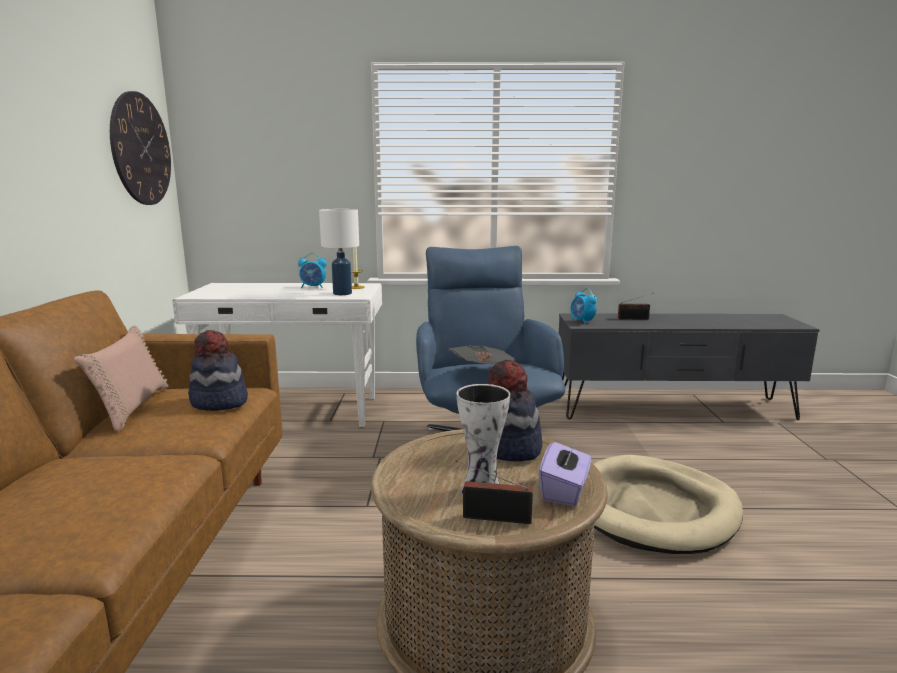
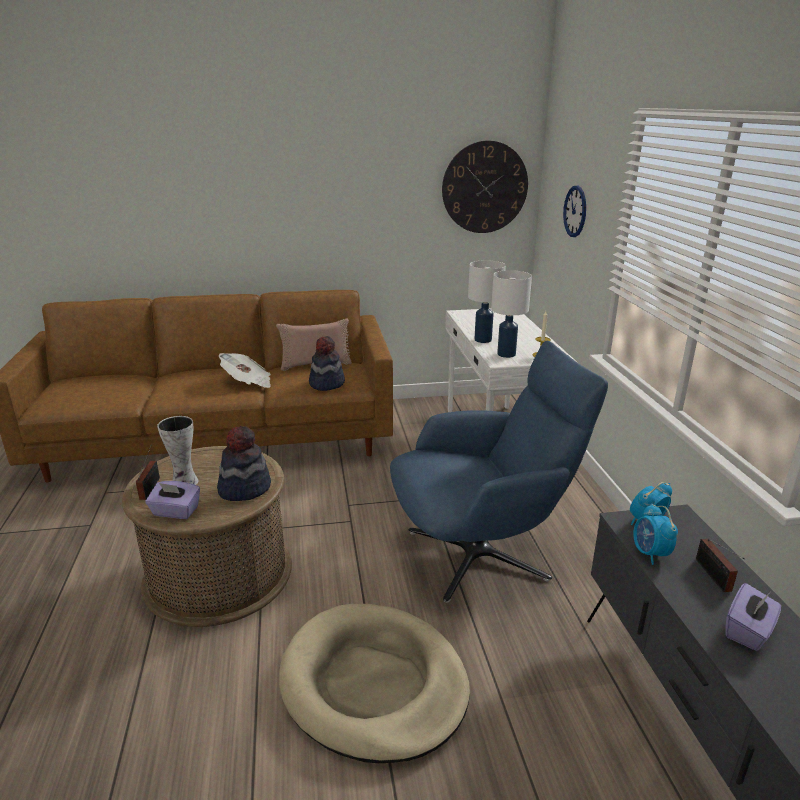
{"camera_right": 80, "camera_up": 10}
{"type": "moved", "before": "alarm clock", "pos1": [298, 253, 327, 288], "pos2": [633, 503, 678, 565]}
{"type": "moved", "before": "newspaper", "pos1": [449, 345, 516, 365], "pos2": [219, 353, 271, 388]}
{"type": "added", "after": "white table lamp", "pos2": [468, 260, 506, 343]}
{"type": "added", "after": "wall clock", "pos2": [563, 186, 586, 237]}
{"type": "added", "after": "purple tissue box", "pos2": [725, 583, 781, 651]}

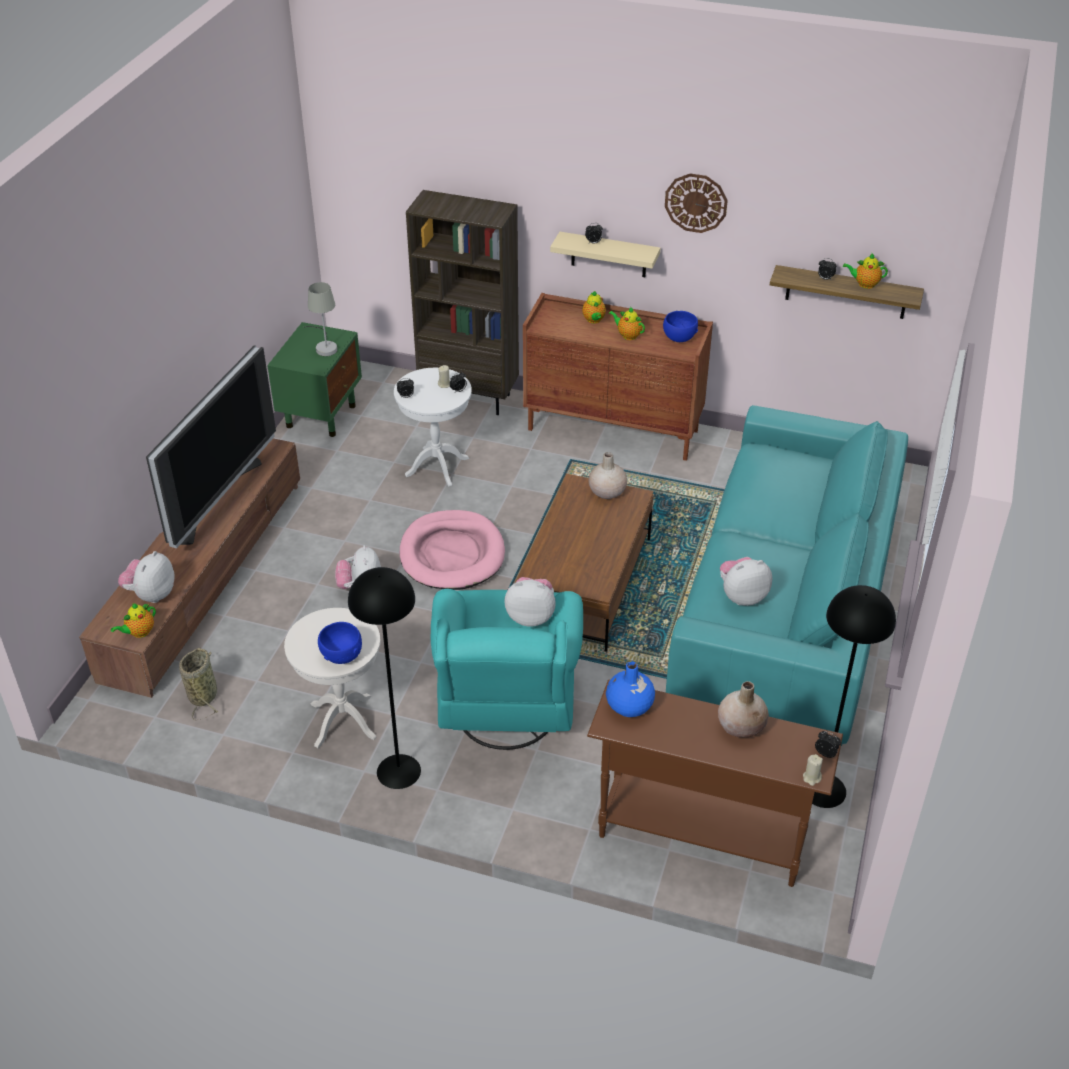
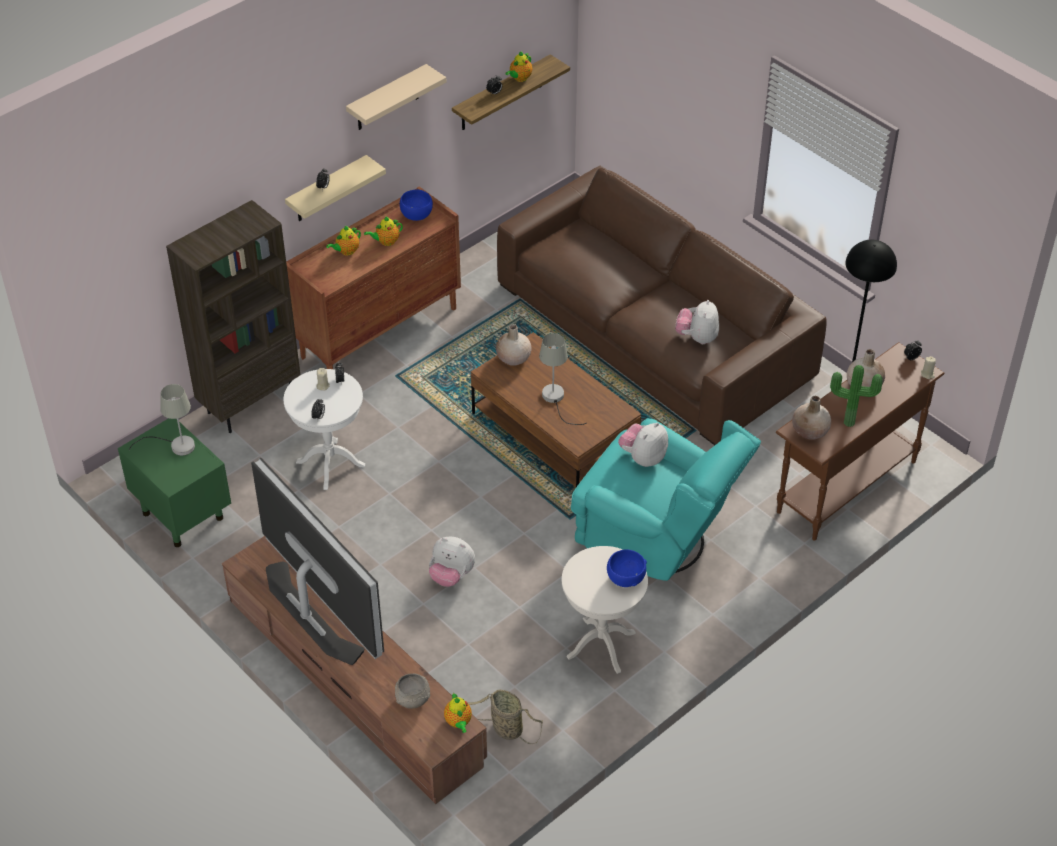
{"camera_right": -60, "camera_up": 5}
{"type": "replaced", "before": "plush toy", "after": "grey bowl", "pos1": [118, 551, 175, 603], "pos2": [395, 673, 430, 709]}
{"type": "removed", "before": "black floor lamp", "pos1": [348, 567, 421, 789]}
{"type": "removed", "before": "pink dog bed", "pos1": [400, 510, 505, 590]}
{"type": "turned", "before": "teapot", "pos1": [582, 291, 606, 324], "pos2": [326, 226, 361, 255], "turn": 120}
{"type": "recoloured", "before": "blue vase", "after": "beige vase", "pos1": [606, 661, 655, 717], "pos2": [792, 395, 831, 440]}
{"type": "replaced", "before": "wall clock", "after": "beige shelf", "pos1": [665, 173, 728, 233], "pos2": [346, 64, 446, 130]}
{"type": "recoloured", "before": "turquoise sofa", "after": "brown sofa", "pos1": [666, 405, 908, 746], "pos2": [497, 166, 827, 445]}
{"type": "added", "after": "grey table lamp", "pos2": [539, 333, 587, 425]}
{"type": "added", "after": "potted plant", "pos2": [830, 365, 883, 427]}

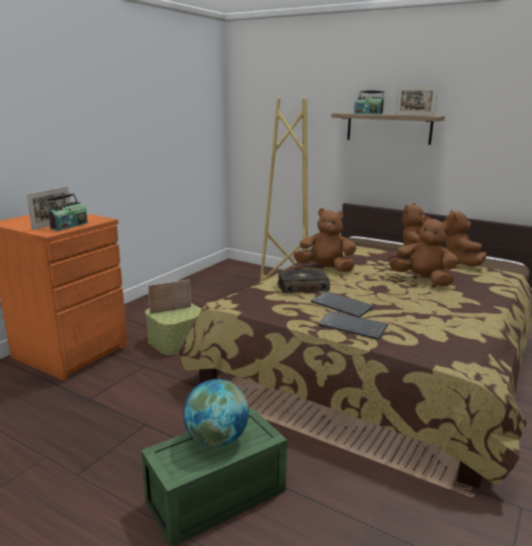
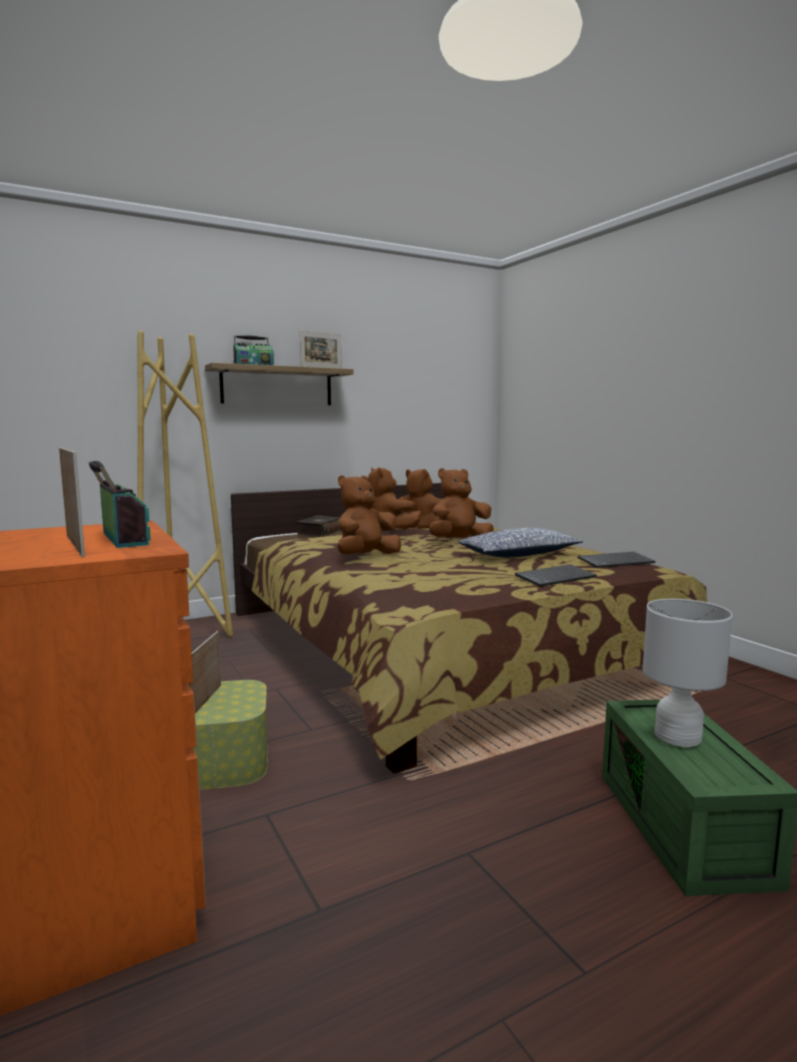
{"camera_right": -60, "camera_up": -10}
{"type": "replaced", "before": "globe", "after": "grey table lamp", "pos1": [183, 379, 249, 447], "pos2": [643, 599, 732, 747]}
{"type": "moved", "before": "book", "pos1": [277, 268, 330, 293], "pos2": [296, 515, 341, 537]}
{"type": "moved", "before": "keyboard", "pos1": [311, 291, 374, 317], "pos2": [578, 552, 655, 568]}
{"type": "added", "after": "pillow", "pos2": [458, 527, 583, 557]}

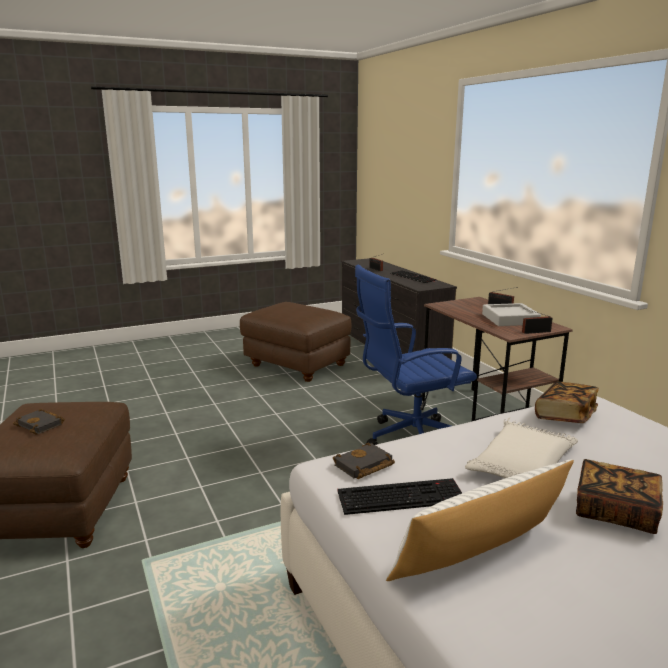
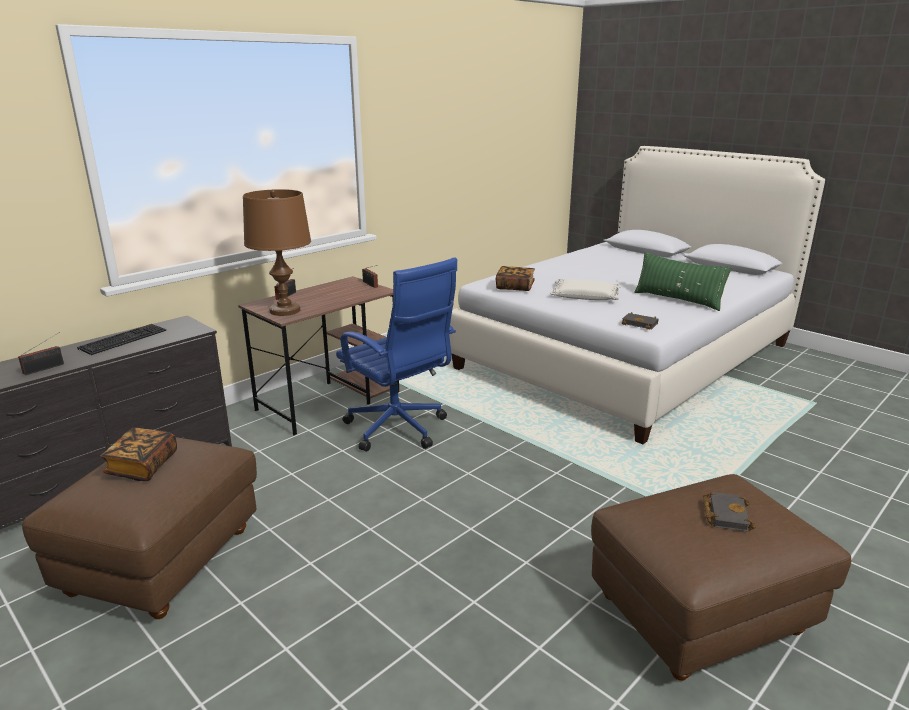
{"camera_right": -110, "camera_up": 5}
{"type": "removed", "before": "keyboard", "pos1": [338, 478, 462, 515]}
{"type": "recoloured", "before": "white pillow", "after": "green pillow", "pos1": [386, 459, 574, 581], "pos2": [634, 252, 732, 311]}
{"type": "removed", "before": "grey tray", "pos1": [482, 303, 541, 326]}
{"type": "moved", "before": "book", "pos1": [576, 459, 663, 534], "pos2": [100, 428, 177, 481]}
{"type": "added", "after": "brown table lamp", "pos2": [243, 189, 311, 316]}

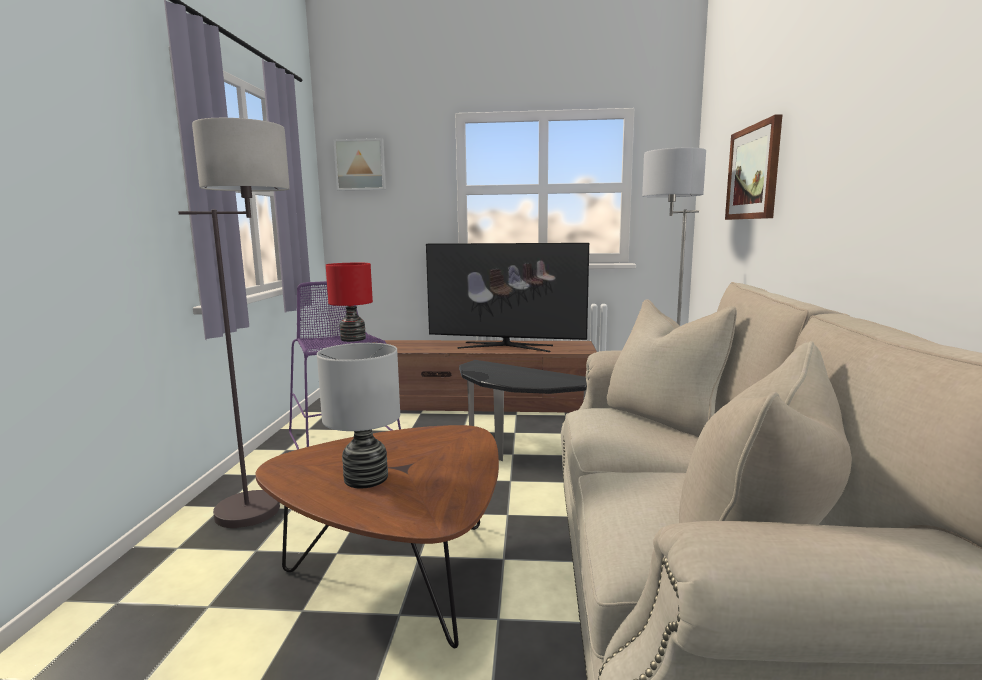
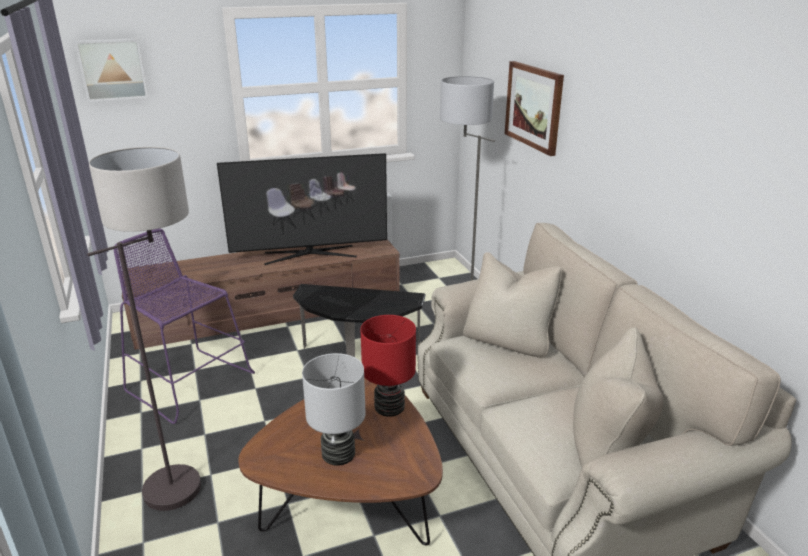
{"camera_right": -25, "camera_up": 15}
{"type": "moved", "before": "red table lamp", "pos1": [326, 263, 373, 342], "pos2": [361, 315, 416, 417]}

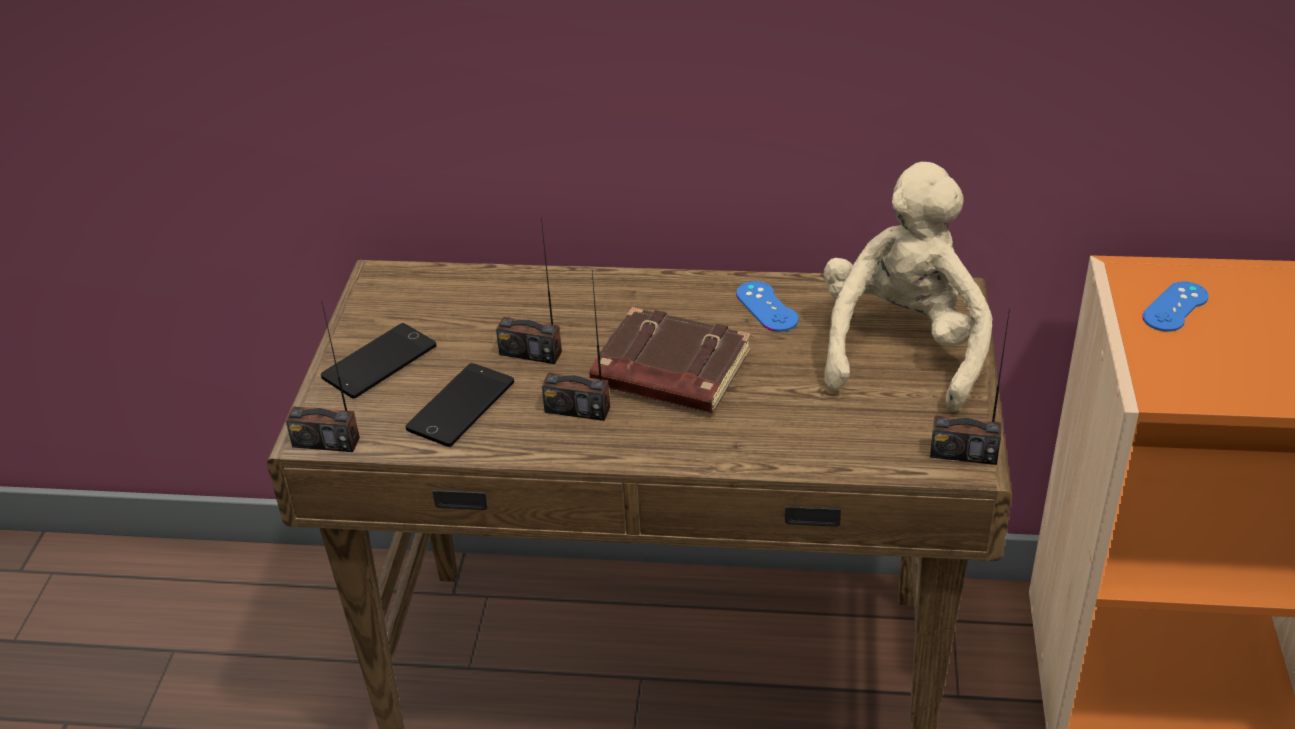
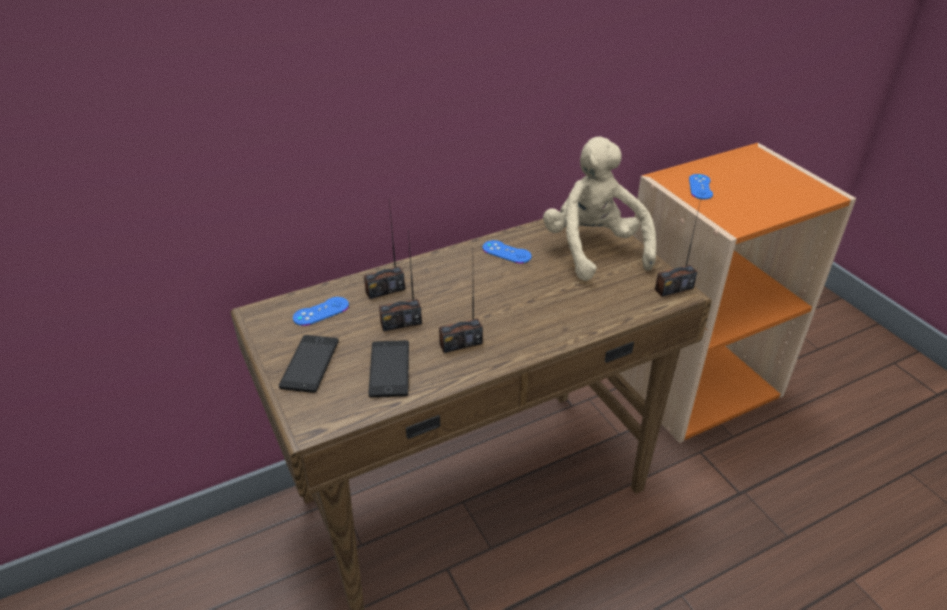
{"camera_right": -35, "camera_up": 0}
{"type": "moved", "before": "radio", "pos1": [286, 303, 360, 452], "pos2": [364, 199, 405, 299]}
{"type": "removed", "before": "brown book", "pos1": [589, 307, 751, 413]}
{"type": "added", "after": "blue game controller", "pos2": [293, 297, 349, 326]}

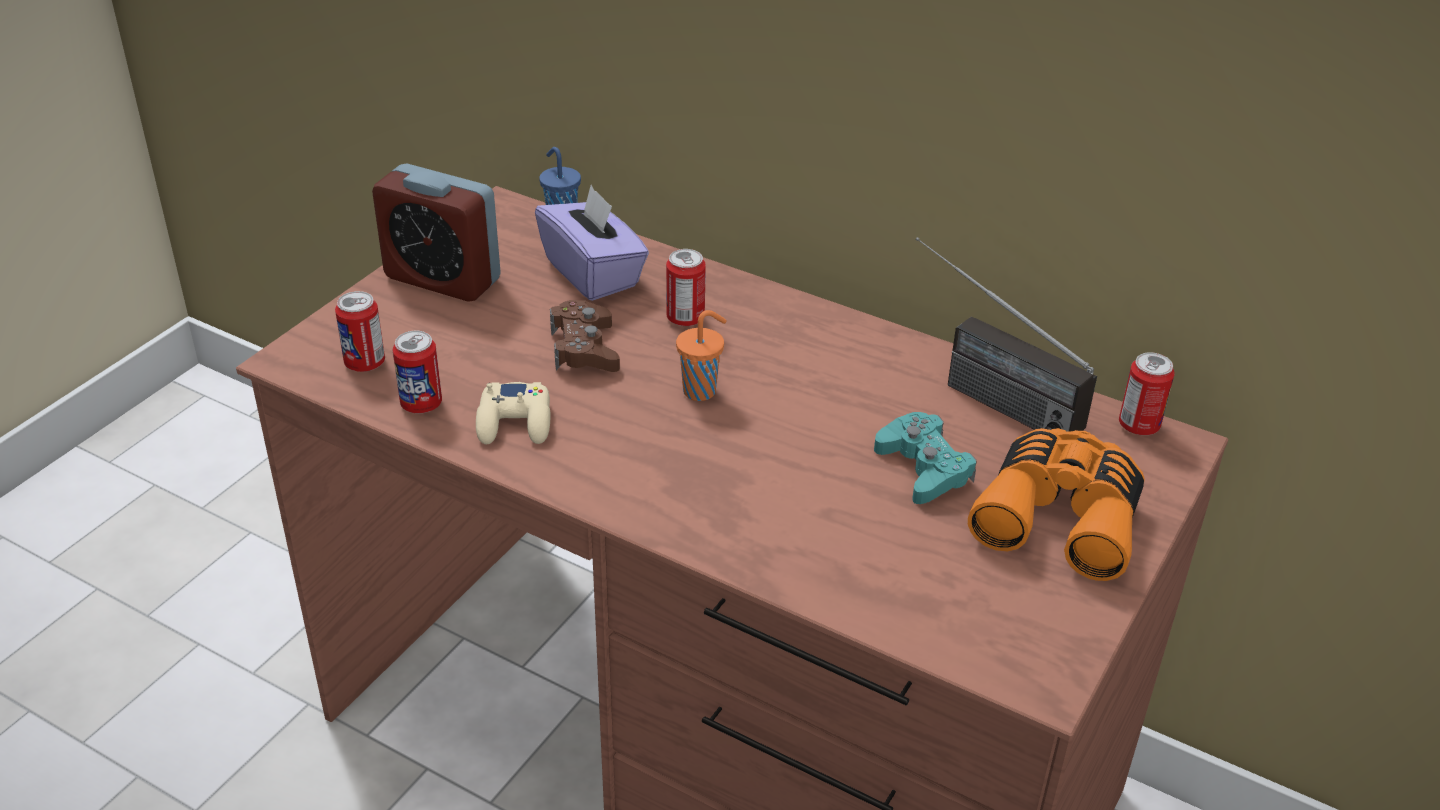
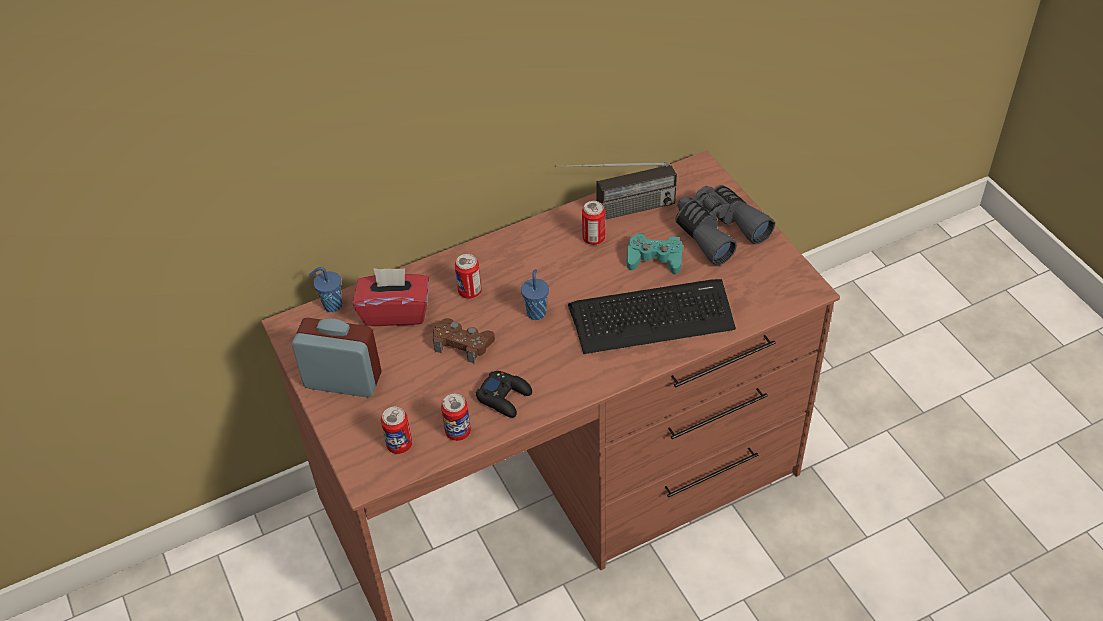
{"camera_right": -55, "camera_up": 10}
{"type": "turned", "before": "alarm clock", "pos1": [372, 164, 501, 302], "pos2": [292, 318, 382, 397], "turn": -135}
{"type": "recoloured", "before": "beige game controller", "after": "black game controller", "pos1": [476, 382, 551, 445], "pos2": [476, 371, 532, 418]}
{"type": "recoloured", "before": "purple tissue box", "after": "red tissue box", "pos1": [535, 185, 649, 301], "pos2": [353, 268, 429, 326]}
{"type": "recoloured", "before": "orange cup", "after": "blue cup", "pos1": [676, 310, 727, 401], "pos2": [521, 269, 549, 320]}
{"type": "recoloured", "before": "orange binoculars", "after": "grey binoculars", "pos1": [968, 428, 1145, 581], "pos2": [675, 185, 775, 265]}
{"type": "moved", "before": "can", "pos1": [1119, 352, 1175, 435], "pos2": [582, 201, 605, 245]}
{"type": "added", "after": "keyboard", "pos2": [568, 279, 736, 354]}

